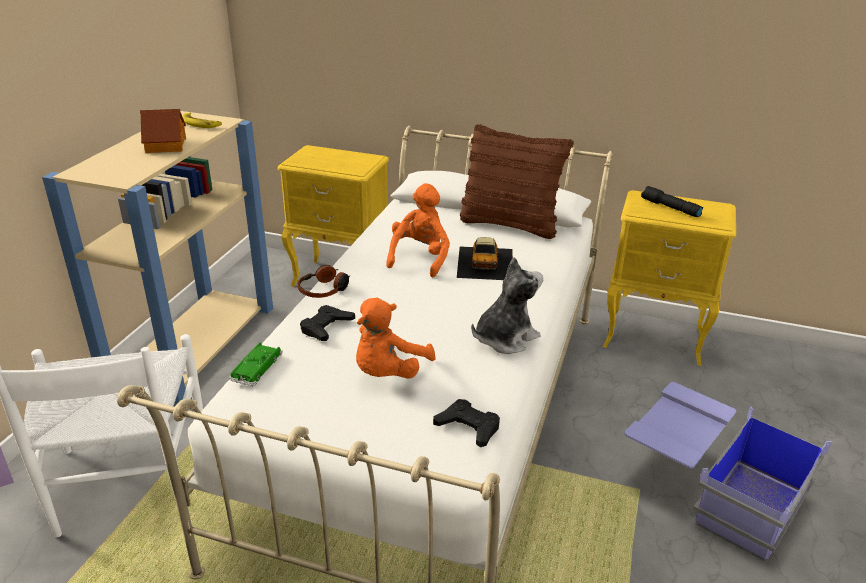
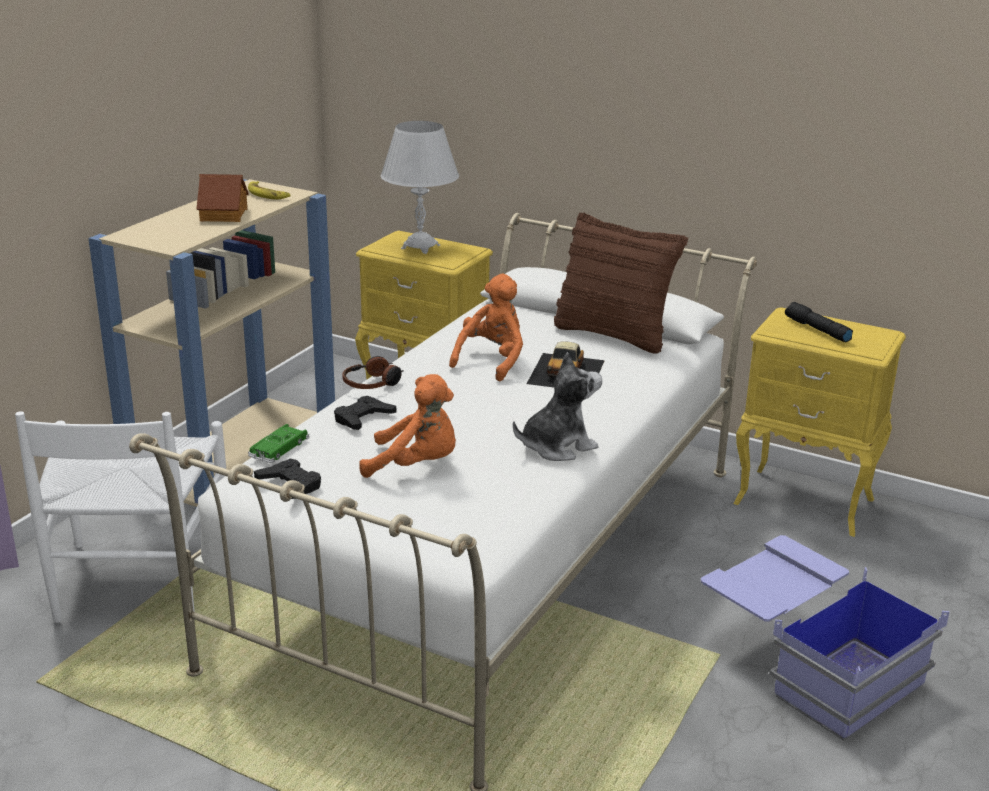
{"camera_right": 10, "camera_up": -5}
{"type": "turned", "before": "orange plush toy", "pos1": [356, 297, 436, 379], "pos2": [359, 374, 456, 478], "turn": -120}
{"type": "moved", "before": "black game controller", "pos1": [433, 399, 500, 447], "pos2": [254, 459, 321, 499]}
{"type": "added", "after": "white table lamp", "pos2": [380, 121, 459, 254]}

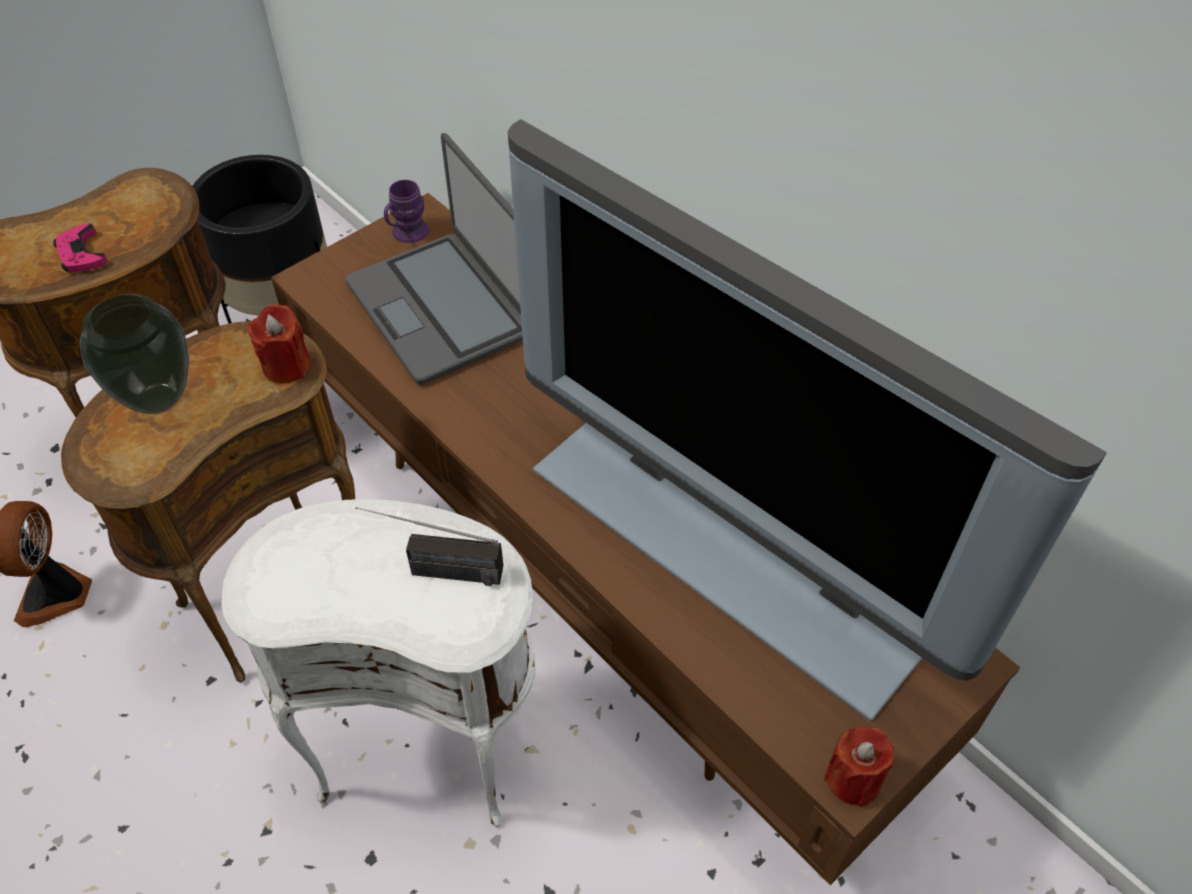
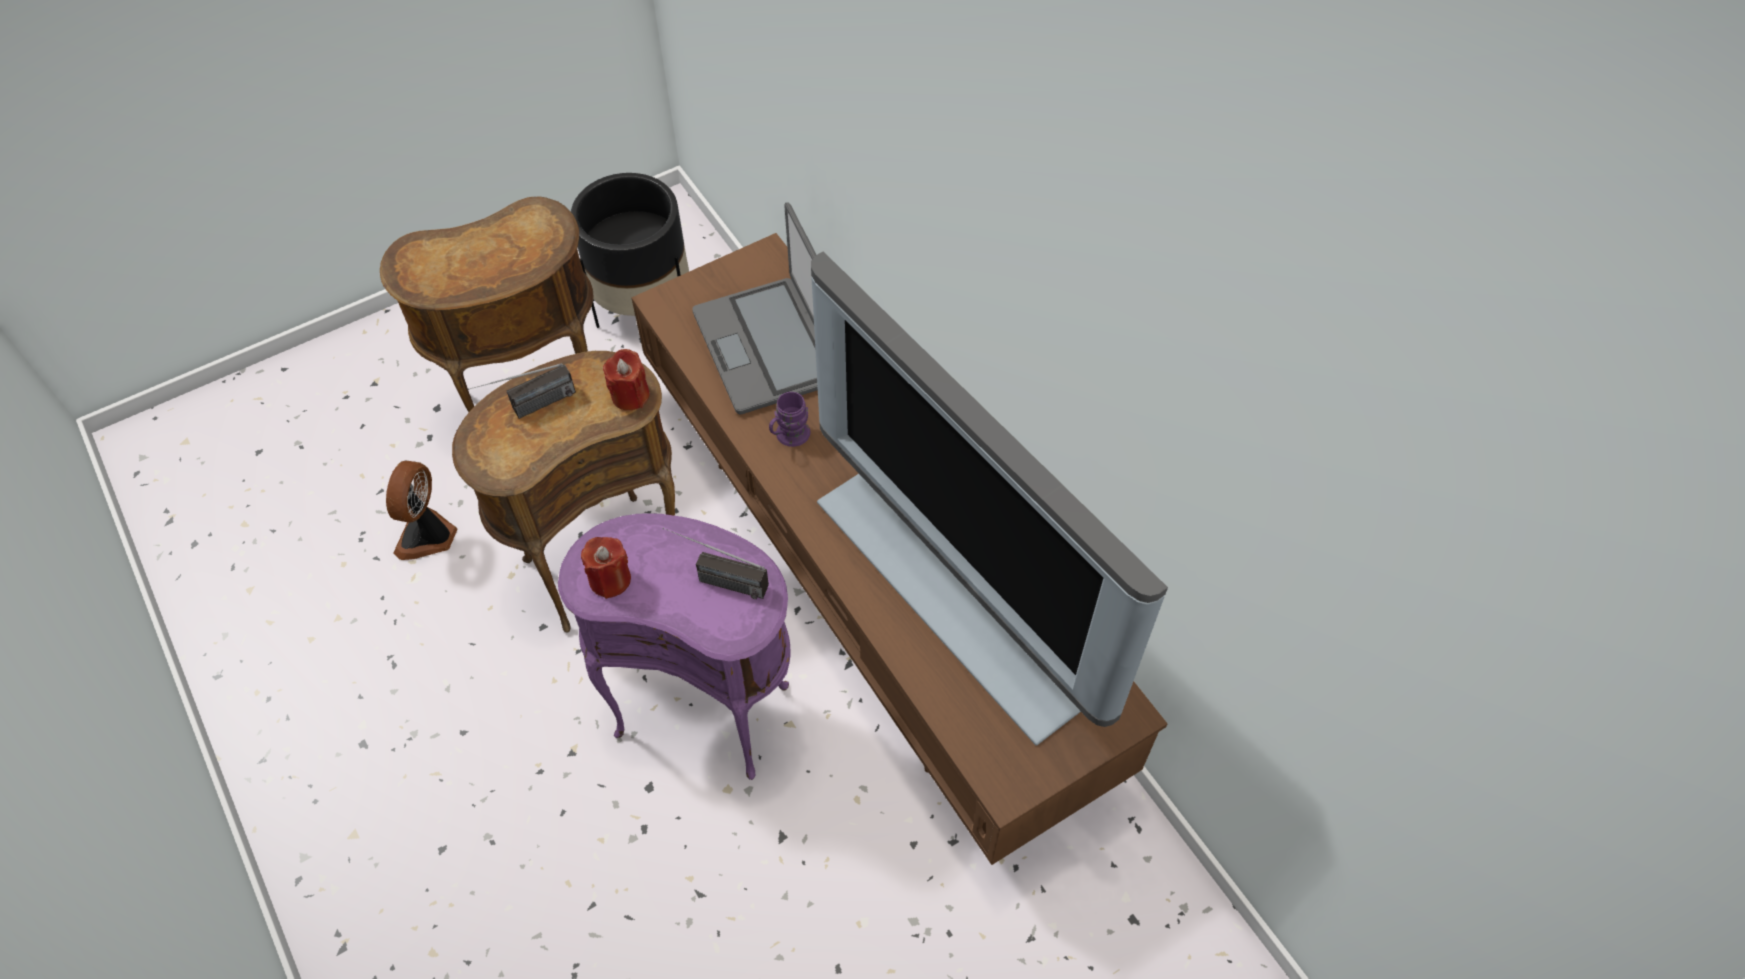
{"camera_right": 10, "camera_up": 5}
{"type": "removed", "before": "pink game controller", "pos1": [53, 223, 107, 272]}
{"type": "replaced", "before": "vase", "after": "radio", "pos1": [80, 294, 189, 414], "pos2": [468, 363, 576, 419]}
{"type": "recoloured", "before": "white side table", "after": "purple side table", "pos1": [221, 499, 535, 827], "pos2": [558, 513, 791, 780]}
{"type": "moved", "before": "purple mug", "pos1": [384, 180, 429, 243], "pos2": [769, 392, 810, 447]}
{"type": "moved", "before": "red candle", "pos1": [824, 727, 894, 807], "pos2": [581, 537, 631, 599]}

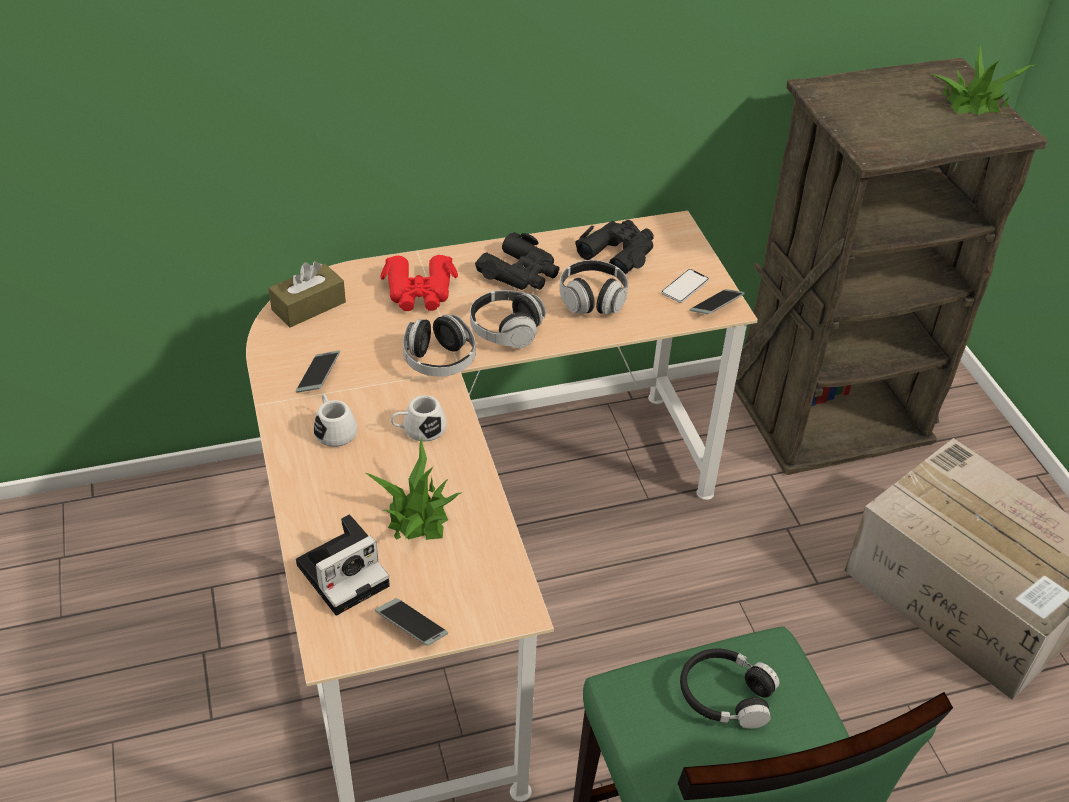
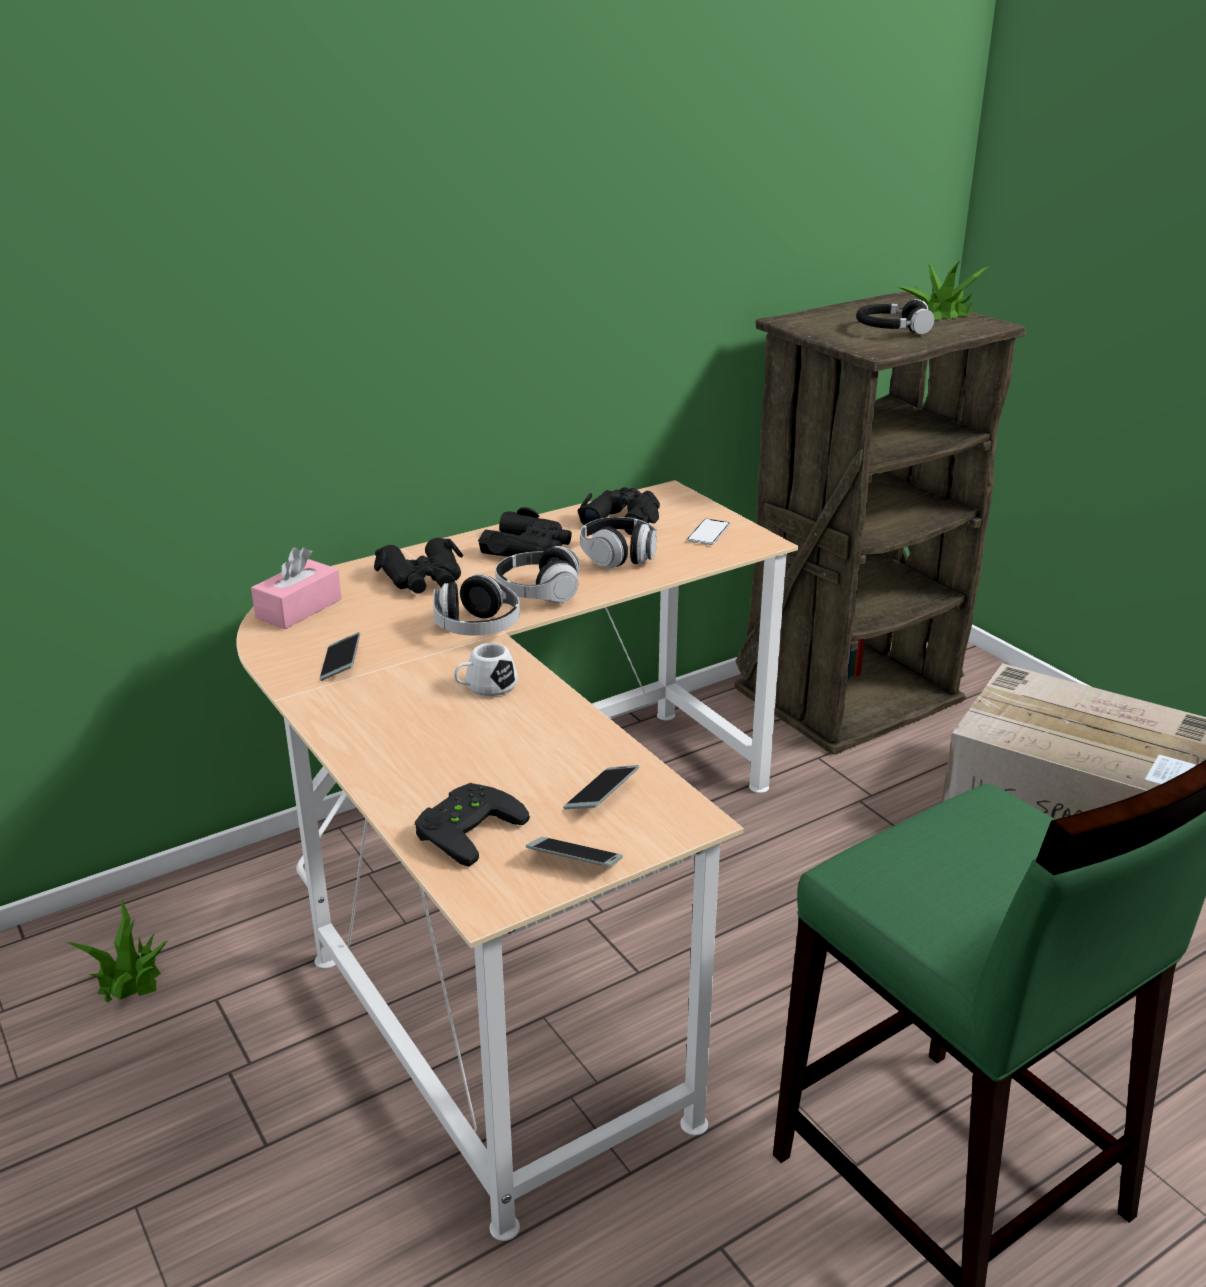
{"camera_right": -15, "camera_up": -15}
{"type": "recoloured", "before": "brown tissue box", "after": "pink tissue box", "pos1": [268, 261, 346, 327], "pos2": [251, 547, 342, 629]}
{"type": "replaced", "before": "photo camera", "after": "black game controller", "pos1": [296, 514, 390, 616], "pos2": [415, 783, 530, 867]}
{"type": "removed", "before": "white mug", "pos1": [314, 394, 357, 447]}
{"type": "moved", "before": "potted plant", "pos1": [366, 438, 462, 540], "pos2": [66, 899, 170, 1003]}
{"type": "recoloured", "before": "red binoculars", "after": "black binoculars", "pos1": [380, 255, 458, 311], "pos2": [374, 538, 463, 594]}
{"type": "moved", "before": "black headphones", "pos1": [680, 649, 779, 729], "pos2": [856, 299, 934, 335]}
{"type": "moved", "before": "phone", "pos1": [690, 289, 745, 314], "pos2": [563, 765, 639, 810]}

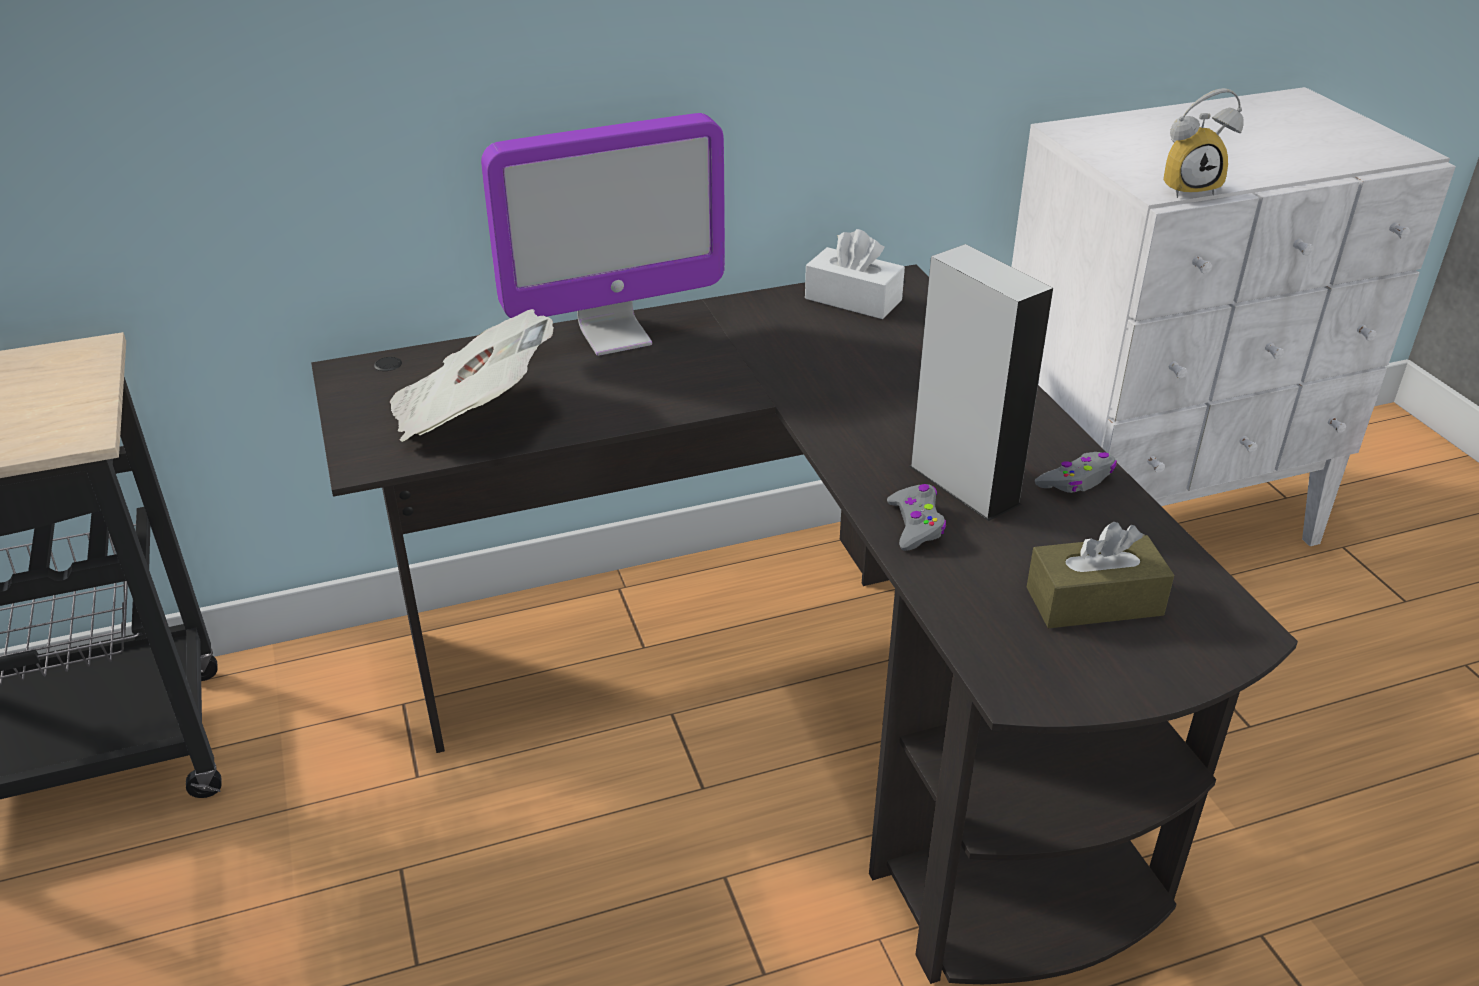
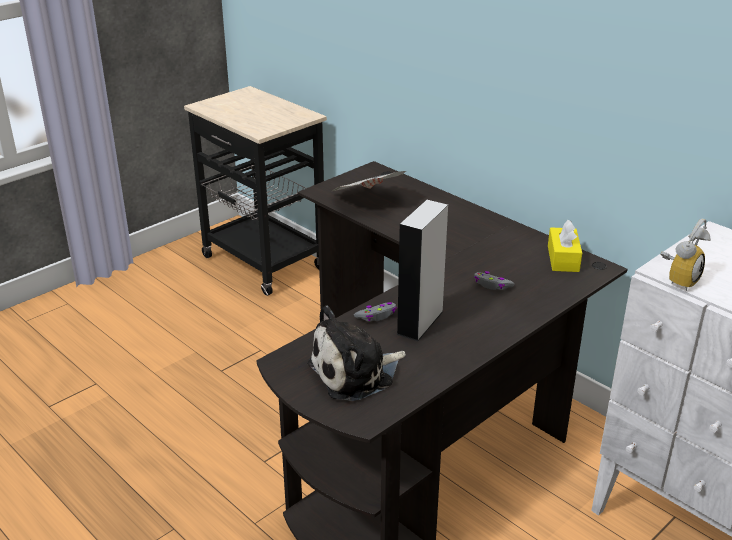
{"camera_right": 65, "camera_up": -5}
{"type": "removed", "before": "monitor", "pos1": [481, 113, 725, 356]}
{"type": "recoloured", "before": "white tissue box", "after": "yellow tissue box", "pos1": [805, 229, 905, 319], "pos2": [548, 220, 582, 272]}
{"type": "replaced", "before": "brown tissue box", "after": "plush toy", "pos1": [1027, 522, 1174, 628], "pos2": [307, 306, 406, 401]}
{"type": "moved", "before": "grey game controller", "pos1": [1035, 452, 1117, 493], "pos2": [474, 271, 514, 290]}
{"type": "turned", "before": "alarm clock", "pos1": [1163, 88, 1244, 198], "pos2": [660, 219, 711, 291], "turn": -105}

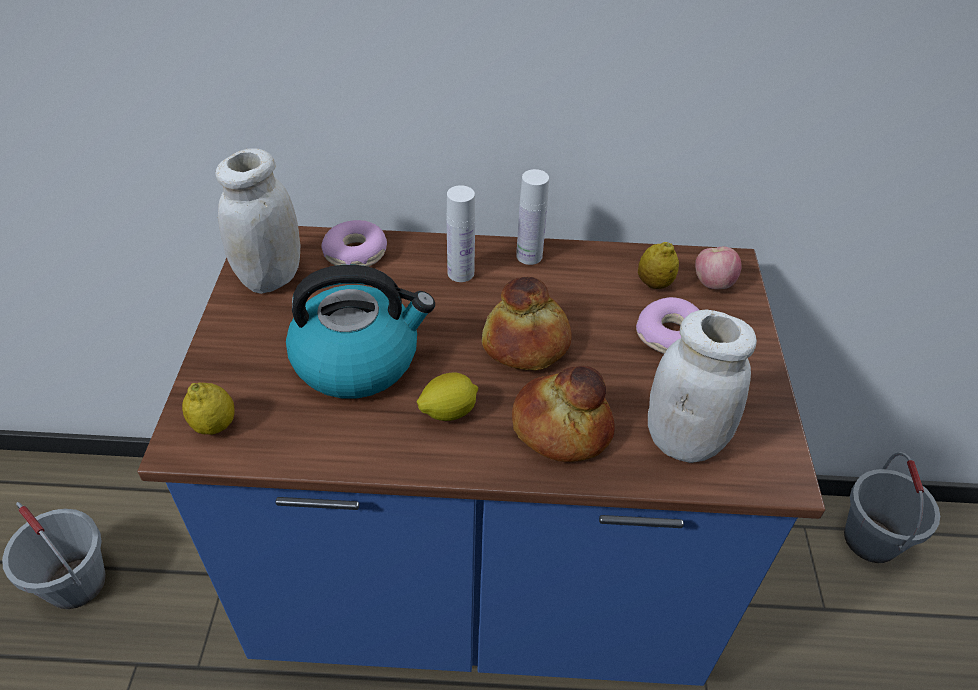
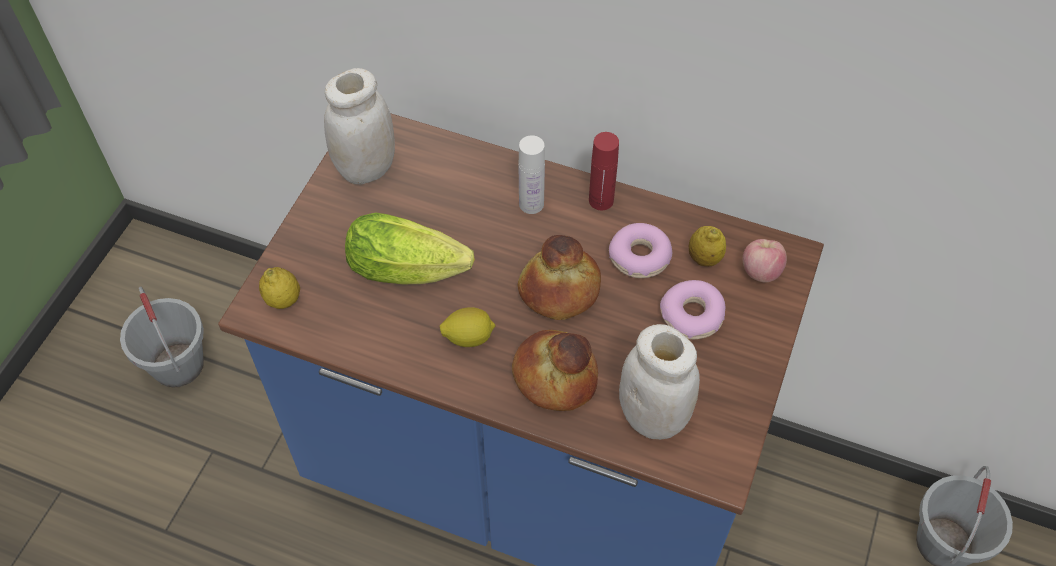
{"camera_right": 20, "camera_up": 10}
{"type": "replaced", "before": "kettle", "after": "lettuce", "pos1": [286, 265, 435, 399], "pos2": [345, 212, 475, 284]}
{"type": "moved", "before": "donut", "pos1": [321, 220, 387, 267], "pos2": [609, 223, 672, 278]}
{"type": "recoloured", "before": "white bottle", "after": "red bottle", "pos1": [516, 169, 549, 265], "pos2": [589, 132, 619, 210]}

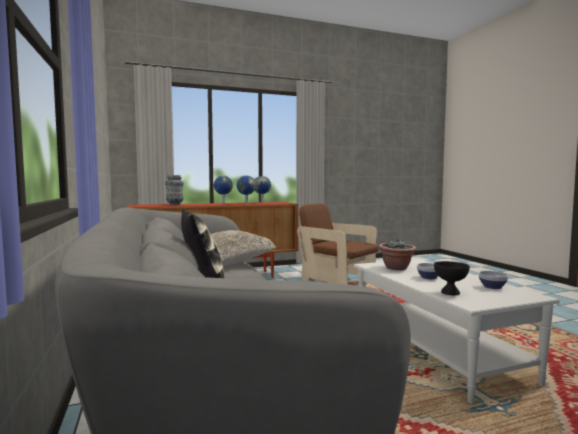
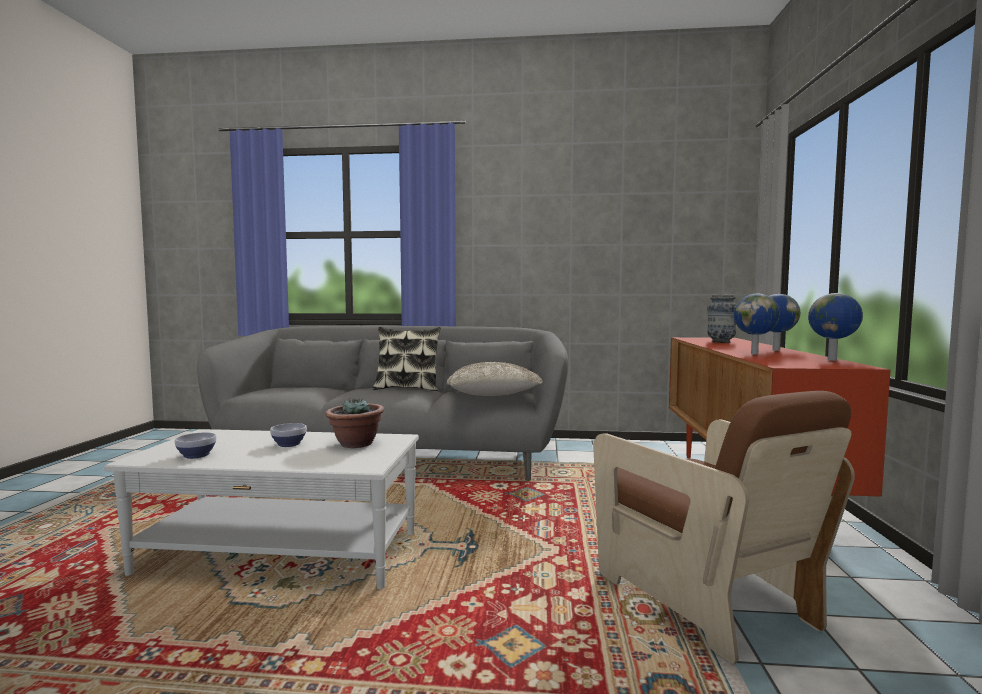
{"camera_right": 115, "camera_up": 0}
{"type": "turned", "before": "brown armchair", "pos1": [297, 204, 379, 285], "pos2": [593, 391, 855, 664], "turn": 90}
{"type": "removed", "before": "black bowl", "pos1": [434, 261, 470, 295]}

